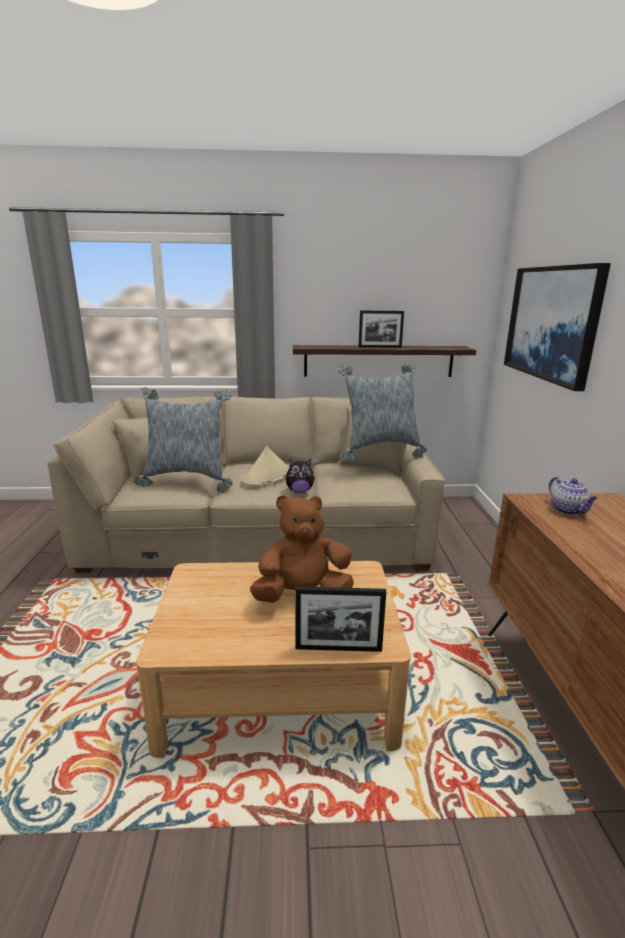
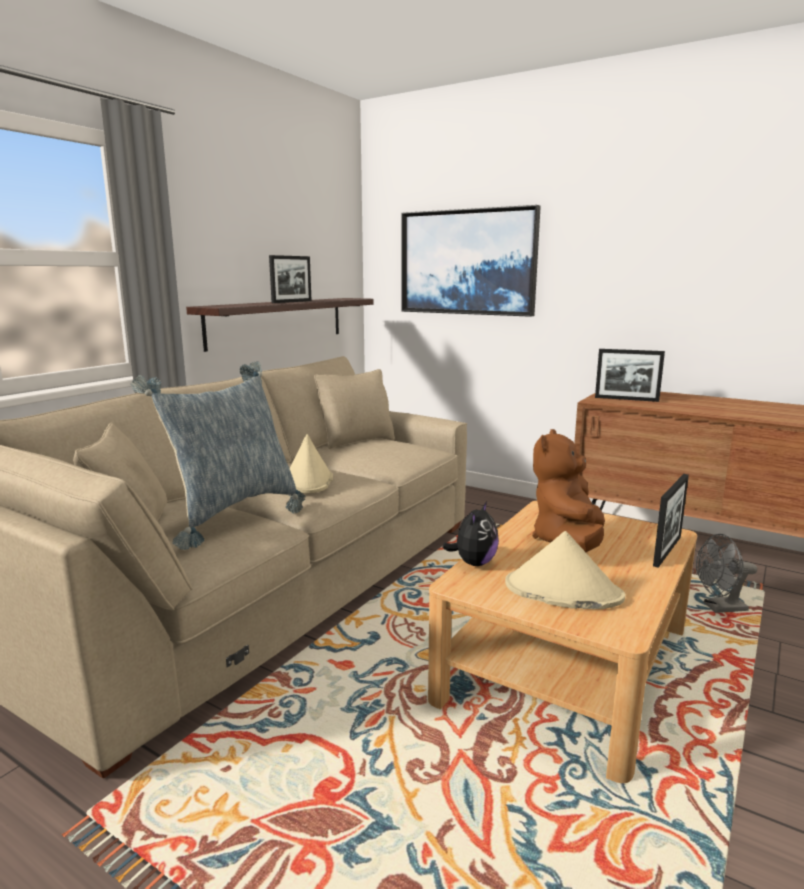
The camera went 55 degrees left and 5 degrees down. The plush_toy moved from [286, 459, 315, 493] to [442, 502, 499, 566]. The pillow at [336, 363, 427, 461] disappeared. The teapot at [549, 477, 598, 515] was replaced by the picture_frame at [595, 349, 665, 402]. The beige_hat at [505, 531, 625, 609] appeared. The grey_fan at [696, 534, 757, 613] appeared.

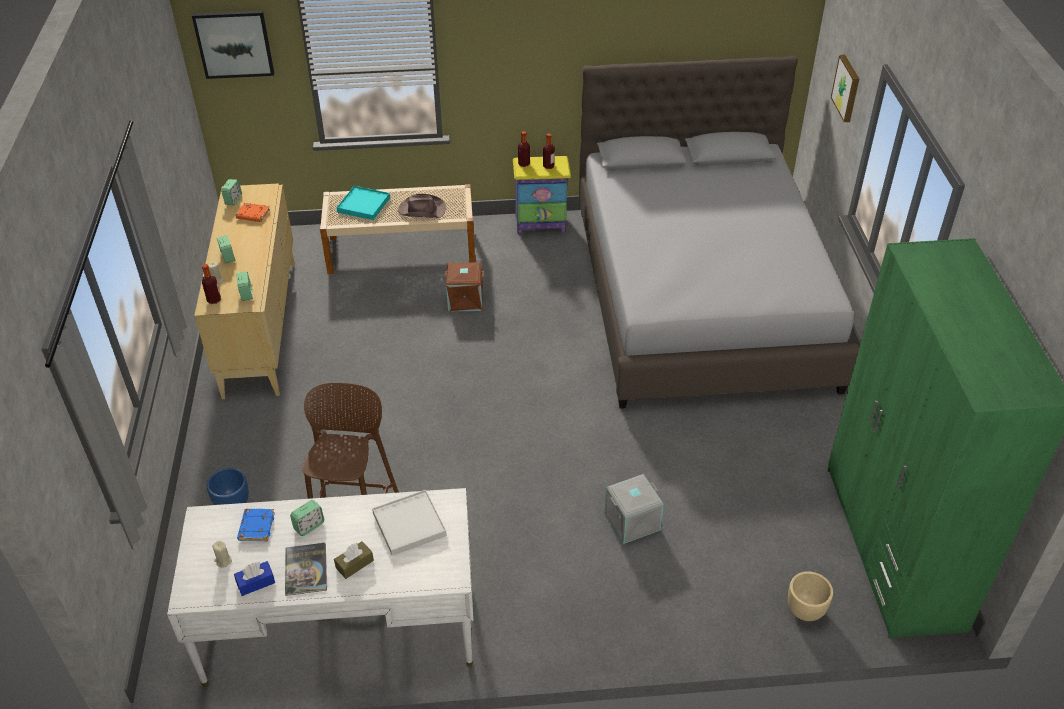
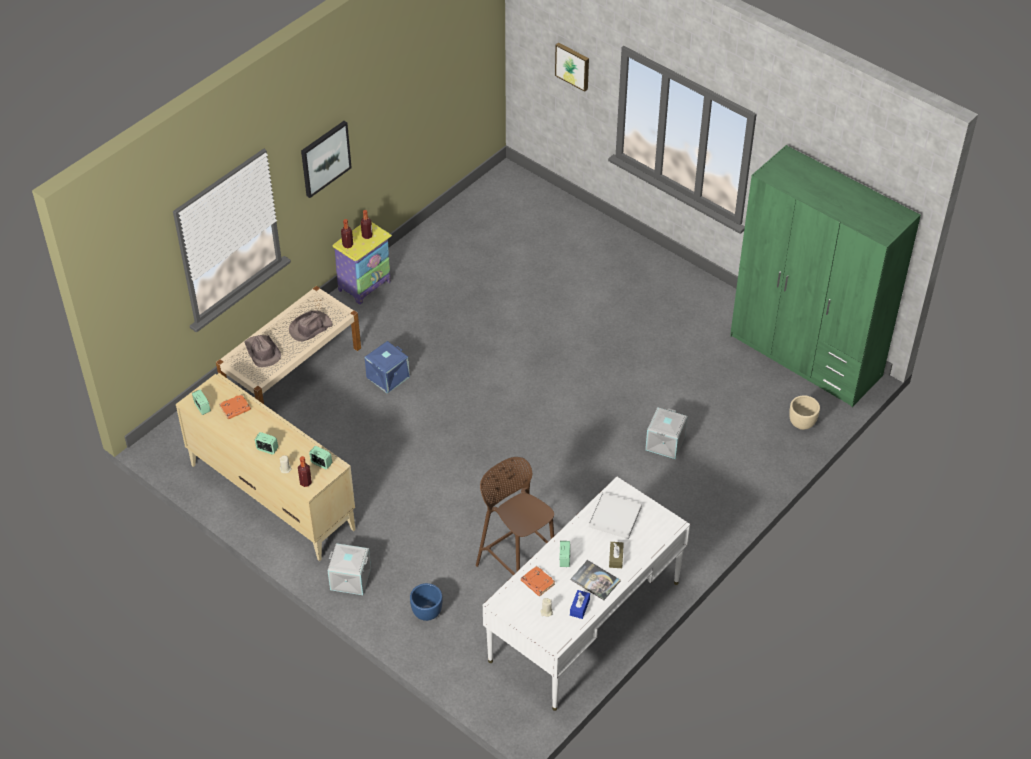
The camera went 45 degrees left and 5 degrees up. The picture moved from [192, 10, 274, 79] to [301, 121, 352, 198]. The blue_book at [237, 509, 275, 541] became the orange_book at [521, 566, 555, 596]. The turquoise_tray at [336, 186, 390, 220] was replaced by the brown_hat at [244, 335, 281, 367]. The brown_storage_box at [444, 262, 484, 311] became the blue_storage_box at [365, 341, 410, 393]. The grey_bed at [579, 56, 860, 409] disappeared. The grey_storage_box at [327, 543, 371, 595] appeared.

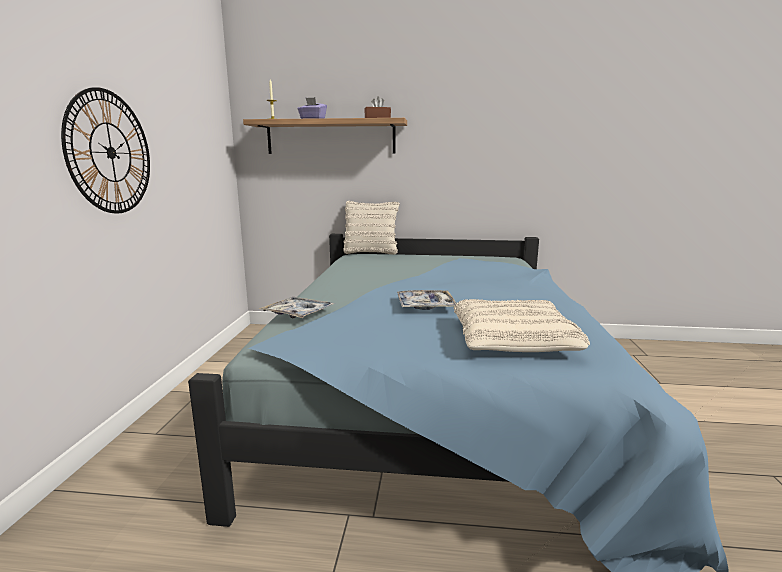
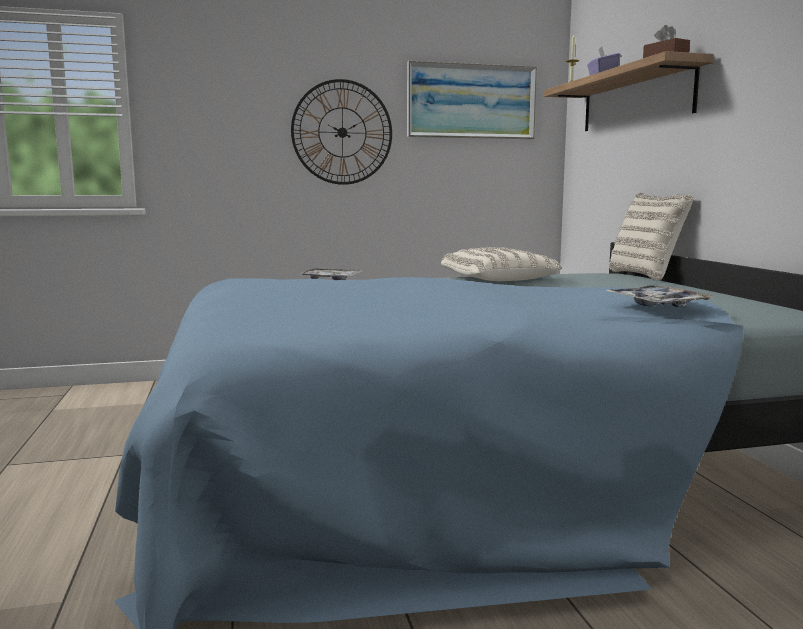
The camera went 70 degrees right and 5 degrees down. The tray moved from [397, 290, 456, 310] to [606, 285, 714, 307]. The beige_pillow moved from [453, 299, 590, 352] to [441, 247, 561, 281]. The picture at [407, 61, 537, 139] appeared.

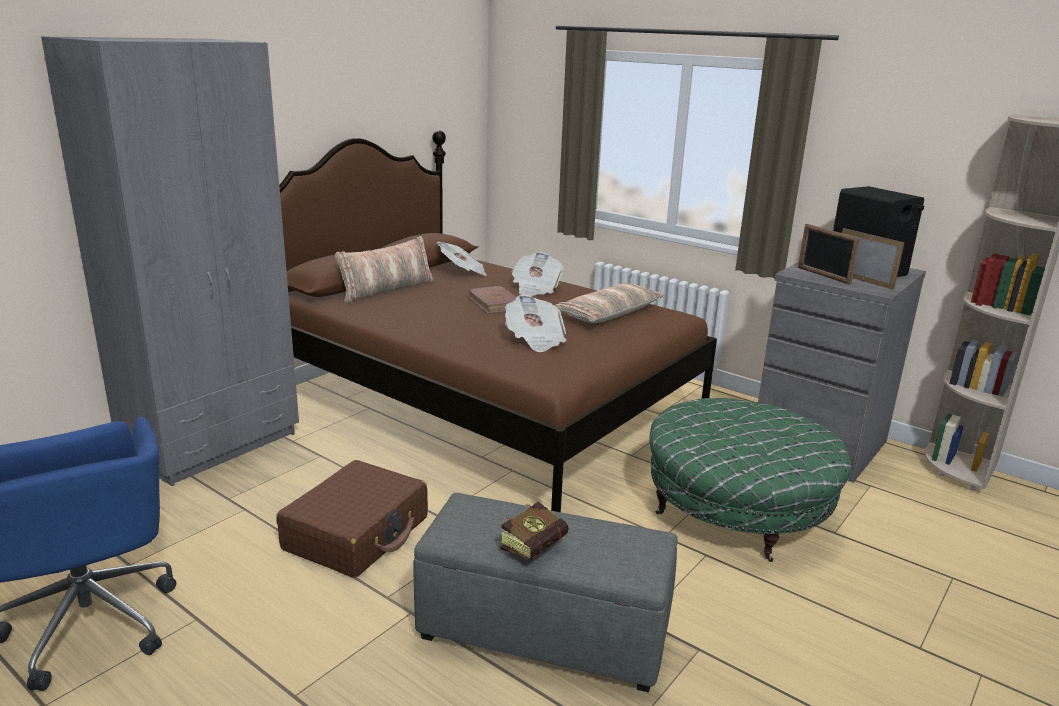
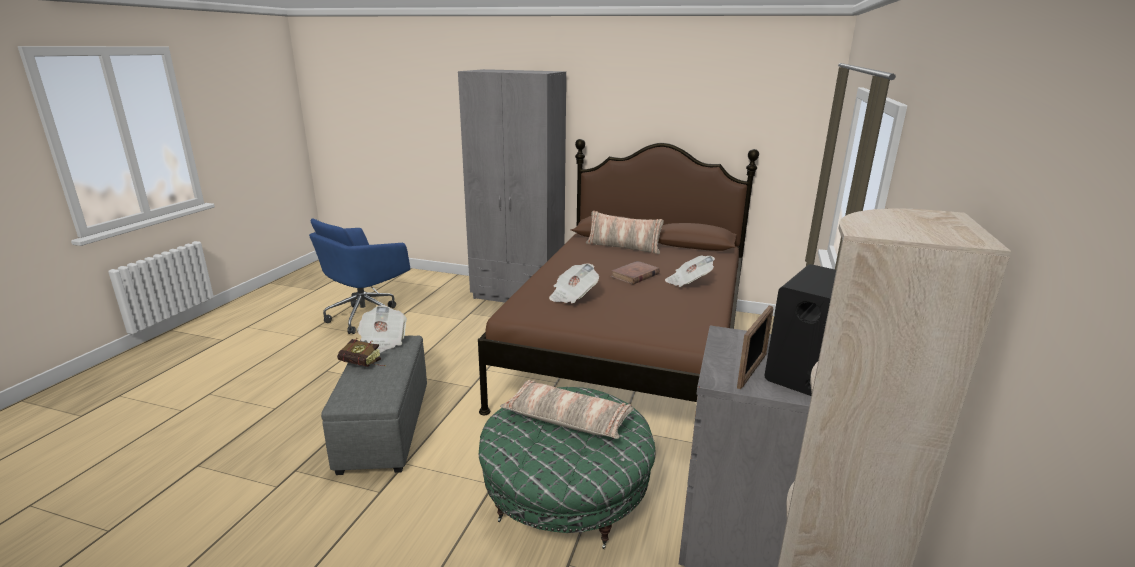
The camera went 70 degrees right and 0 degrees up. The brown_suitcase at [276, 460, 428, 578] disappeared. The newspaper moved from [437, 242, 487, 276] to [357, 305, 407, 353]. The pillow moved from [555, 283, 664, 323] to [500, 380, 634, 439]. The picture_frame at [798, 224, 860, 285] disappeared.

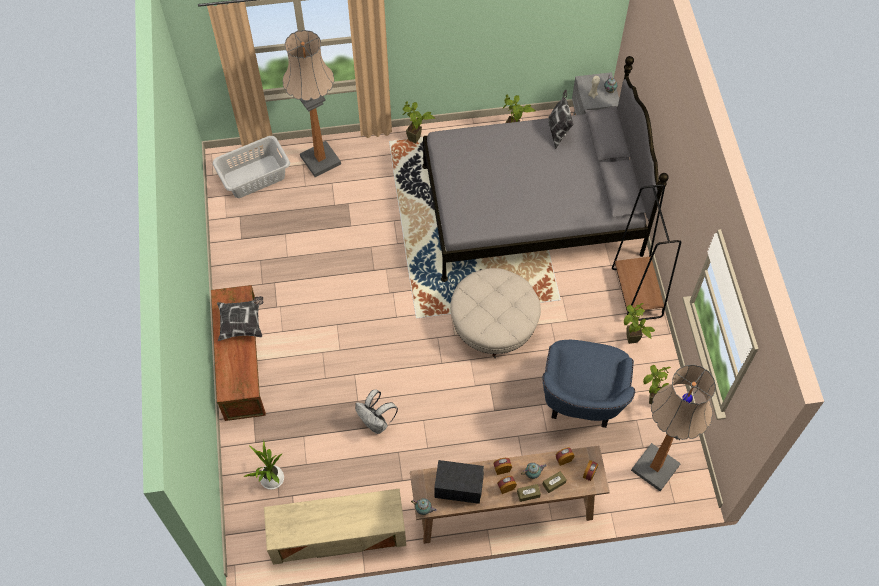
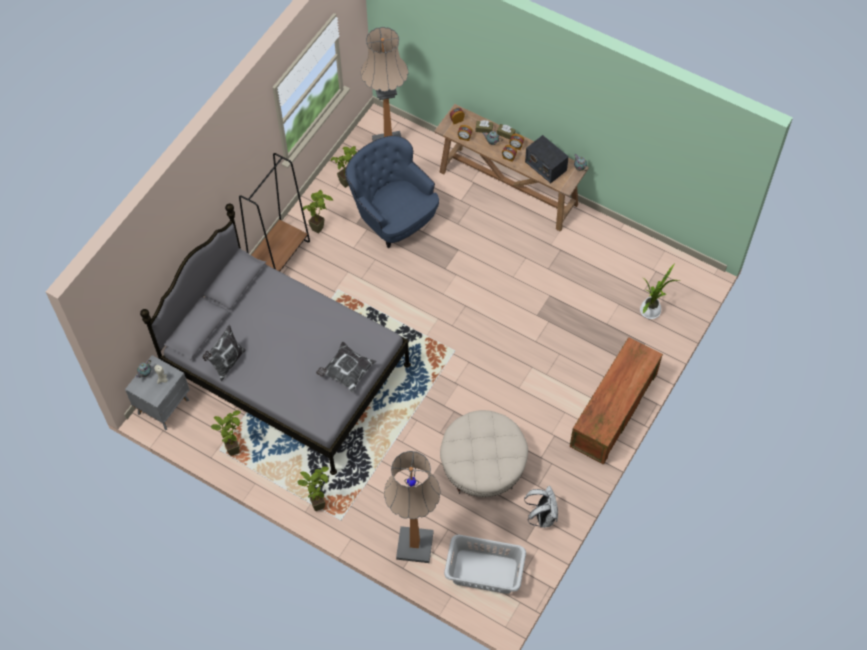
The camera went 140 degrees left and 0 degrees up. The pillow moved from [217, 296, 263, 341] to [316, 342, 377, 393]. The beige_bench at [264, 489, 406, 565] disappeared. The white_backpack moved from [355, 390, 398, 434] to [524, 486, 558, 528]. The beige_ottoman moved from [450, 268, 541, 359] to [440, 410, 528, 497]. The blue_armchair at [543, 340, 635, 428] turned 90 degrees counterclockwise.

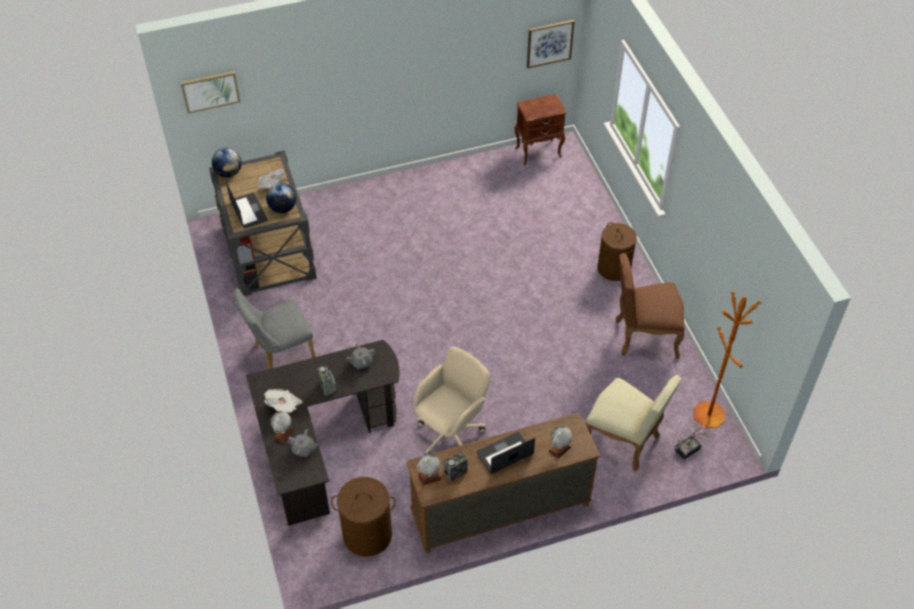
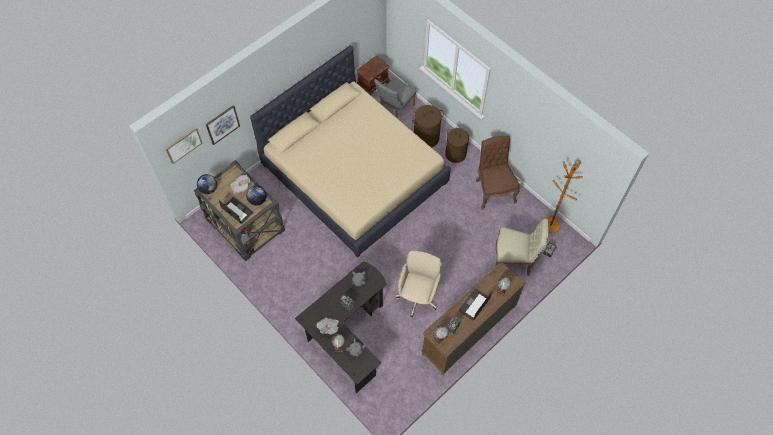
The camera went 25 degrees left and 10 degrees up. The grey_chair moved from [234, 288, 315, 369] to [374, 77, 416, 119]. The brown_laundry_basket moved from [331, 477, 396, 557] to [412, 105, 444, 148]. The picture moved from [527, 20, 575, 68] to [206, 105, 240, 145]. The brown_chair at [616, 253, 685, 359] turned 105 degrees clockwise. The beige_bed at [250, 46, 451, 258] appeared.

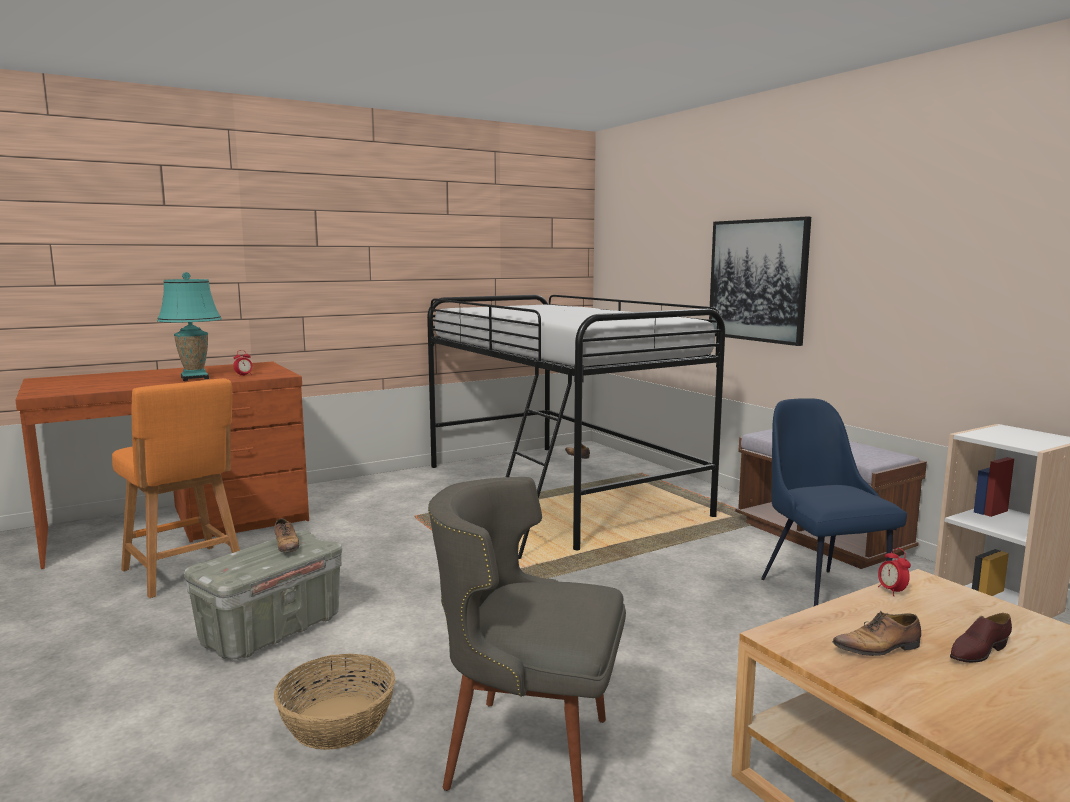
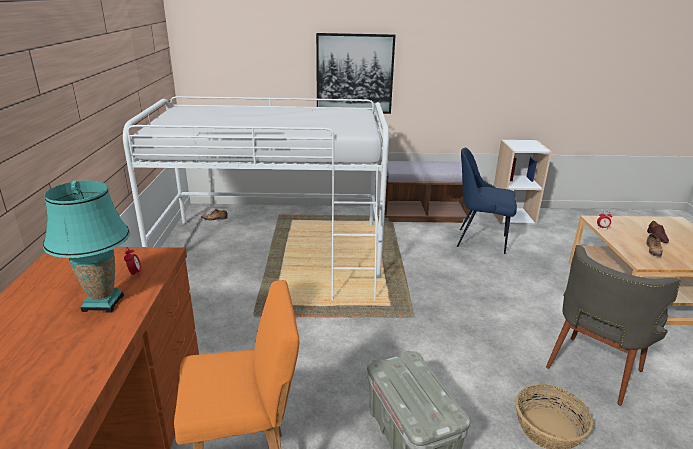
The camera went 60 degrees left and 15 degrees up. The shoe at [274, 518, 299, 553] disappeared. The black_bed at [427, 295, 725, 559] became the white_bed at [123, 96, 389, 301].

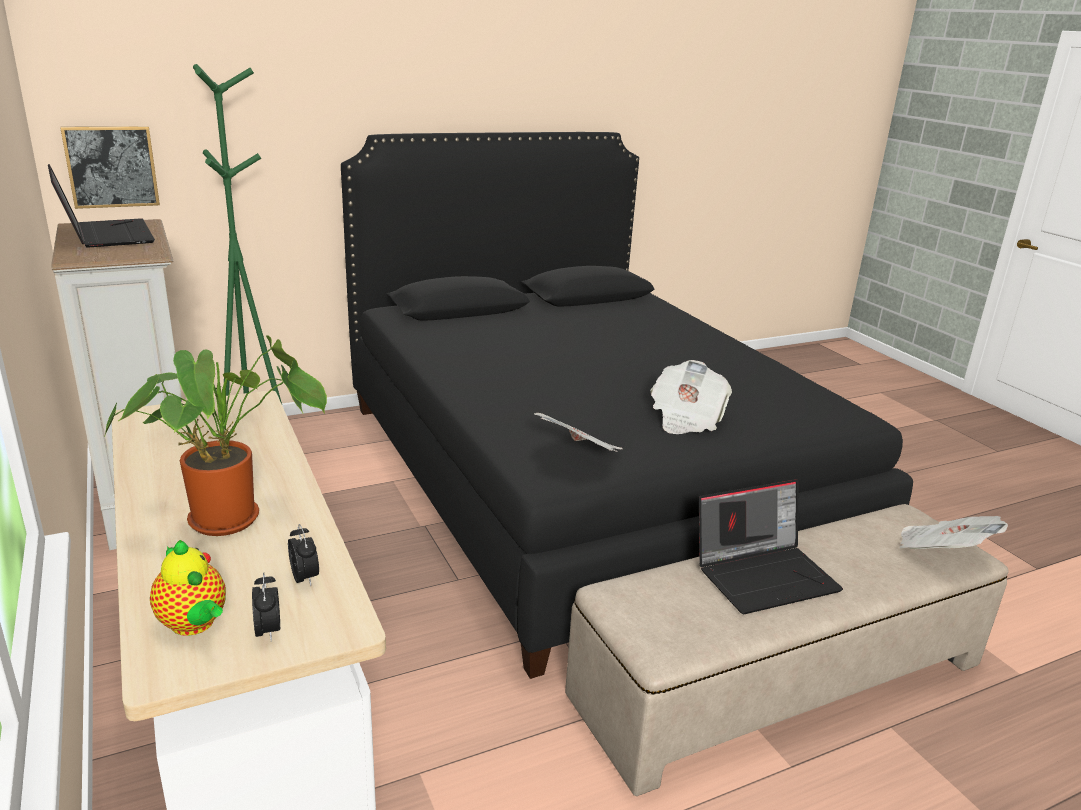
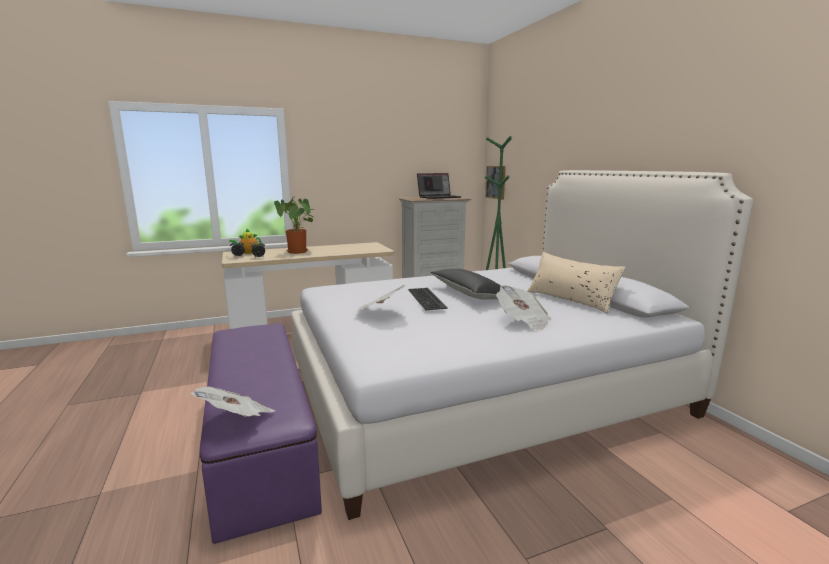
The camera went 95 degrees right and 10 degrees down. The black_bed at [341, 132, 913, 679] became the white_bed at [291, 170, 753, 520]. The newspaper moved from [534, 413, 623, 452] to [496, 285, 552, 331]. The beige_bench at [565, 504, 1009, 796] became the purple_bench at [200, 323, 322, 544]. The laptop at [699, 479, 843, 614] disappeared. The keyboard at [408, 288, 448, 310] appeared. The black_pillow at [430, 269, 501, 300] appeared. The beige_pillow at [527, 252, 626, 314] appeared.

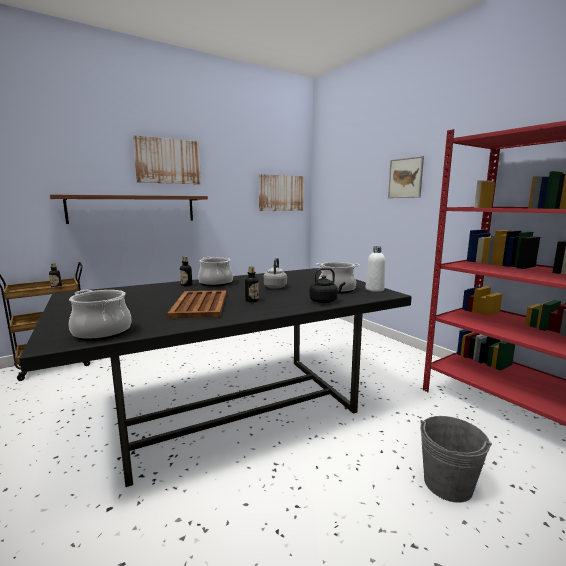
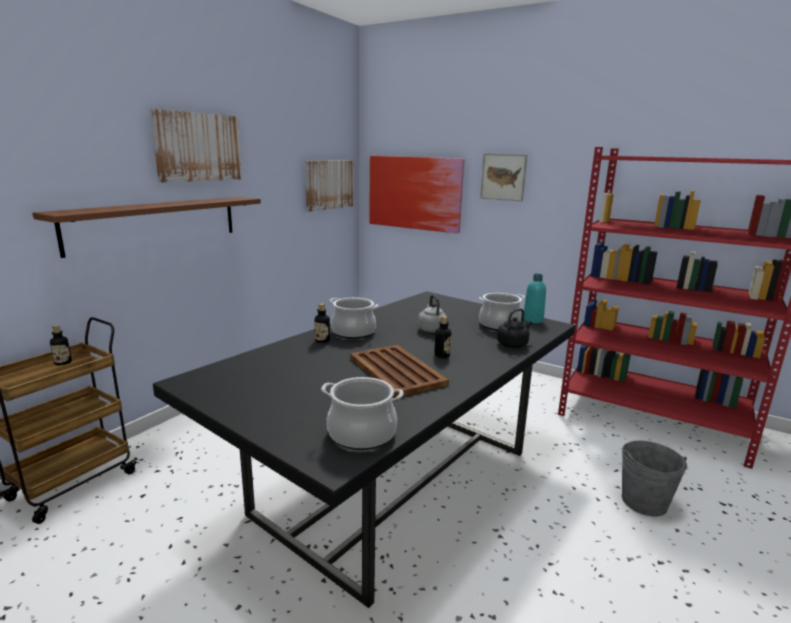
The camera went 25 degrees left and 5 degrees up. The white_bottle at [365, 246, 385, 292] became the turquoise_bottle at [524, 274, 546, 323]. The picture at [369, 156, 464, 234] appeared.

